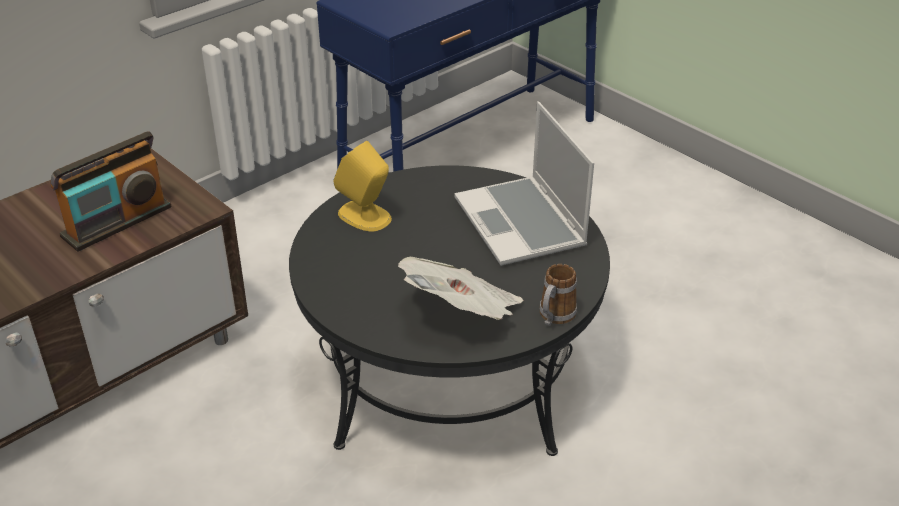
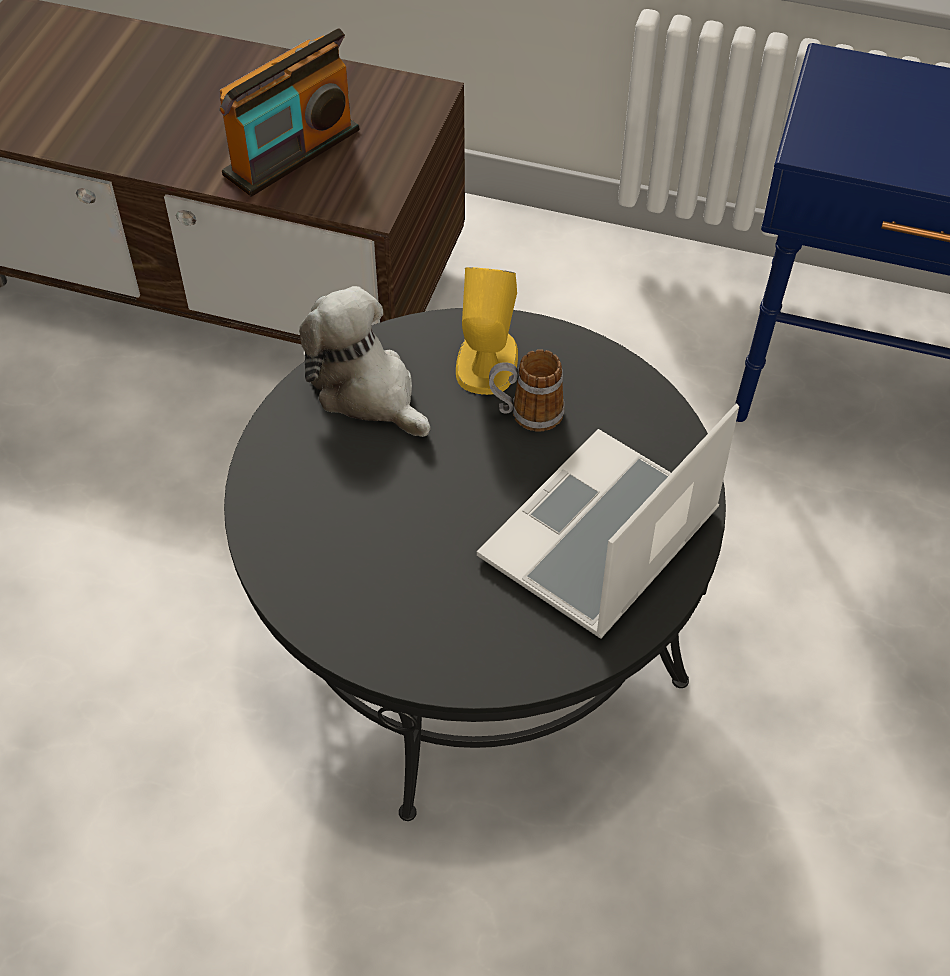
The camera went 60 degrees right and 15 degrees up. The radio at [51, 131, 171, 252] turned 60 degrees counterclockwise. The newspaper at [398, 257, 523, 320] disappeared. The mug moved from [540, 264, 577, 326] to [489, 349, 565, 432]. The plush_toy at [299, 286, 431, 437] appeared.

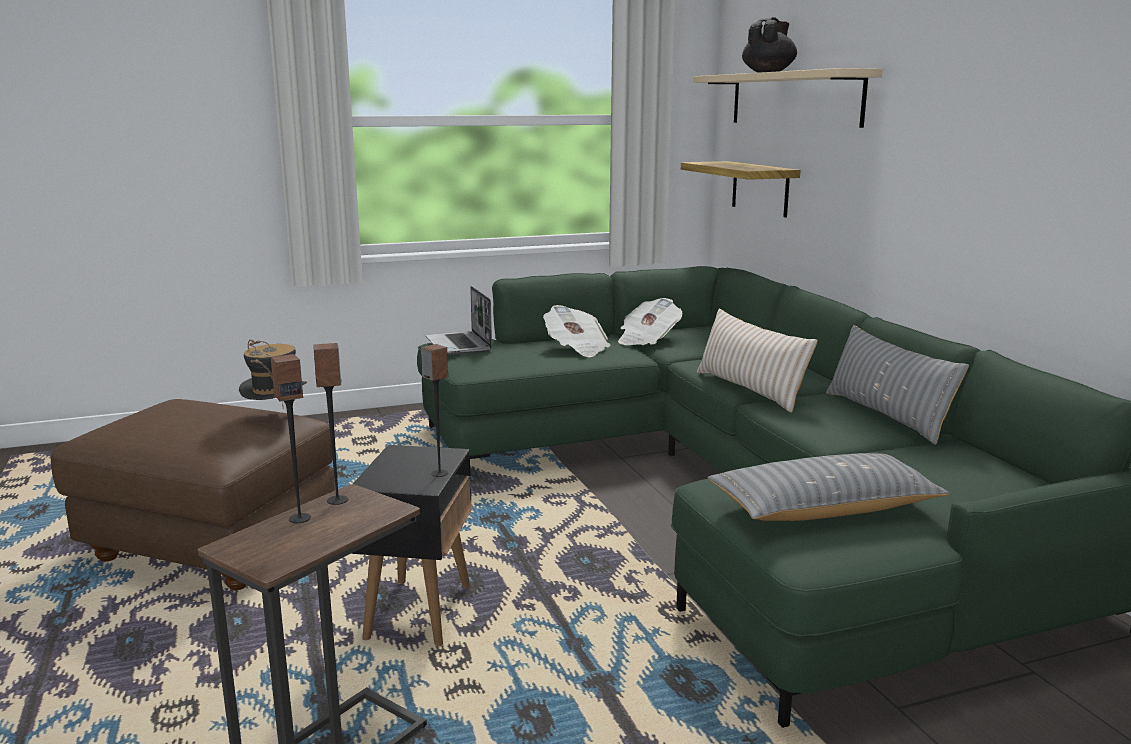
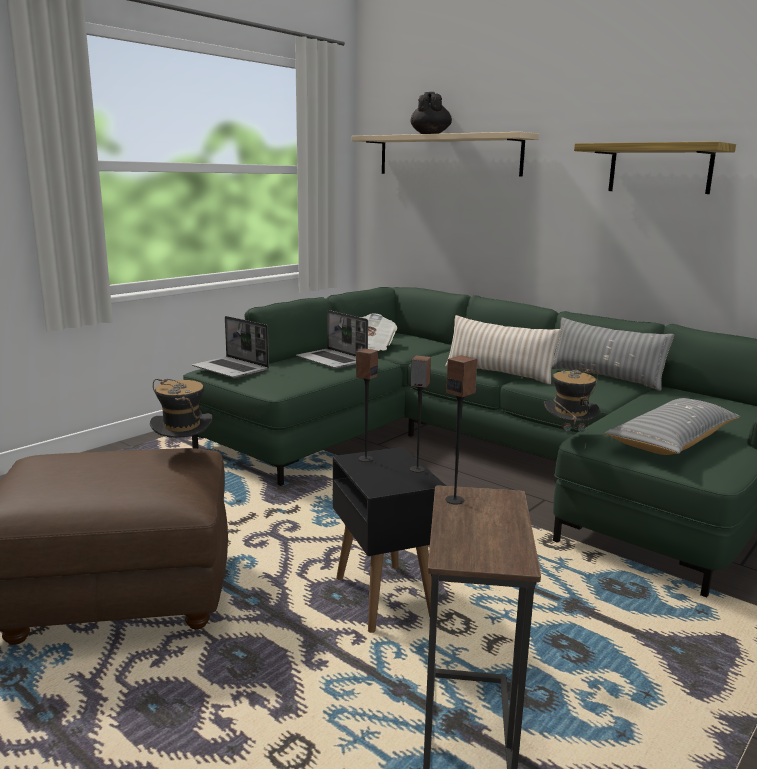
The camera went 30 degrees left and 0 degrees up. The speaker moved from [271, 354, 311, 523] to [356, 348, 378, 462]. The newspaper at [543, 305, 611, 357] was replaced by the laptop at [296, 310, 368, 369]. The shelf moved from [681, 161, 801, 218] to [574, 141, 736, 194]. The hat at [544, 368, 600, 450] appeared.

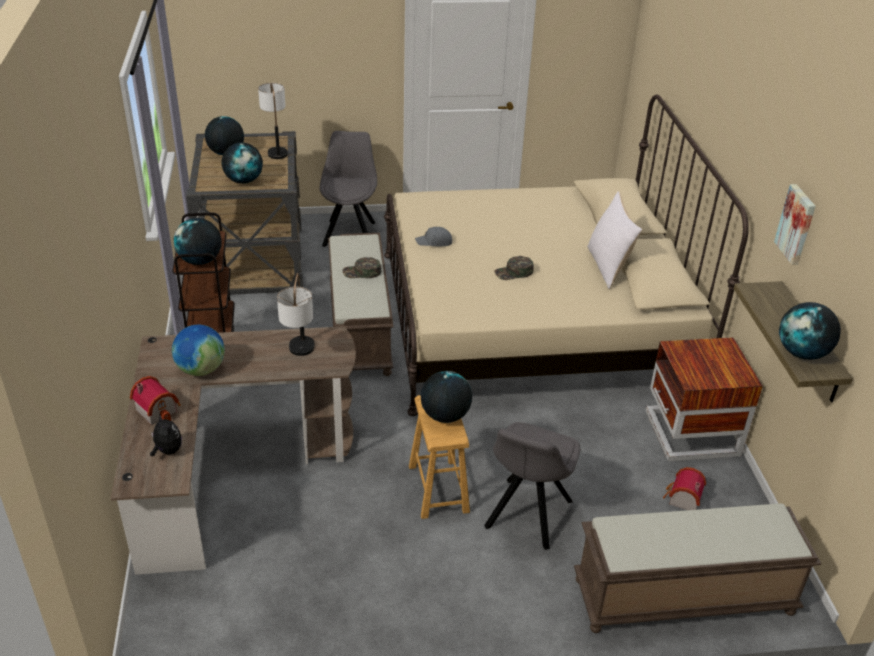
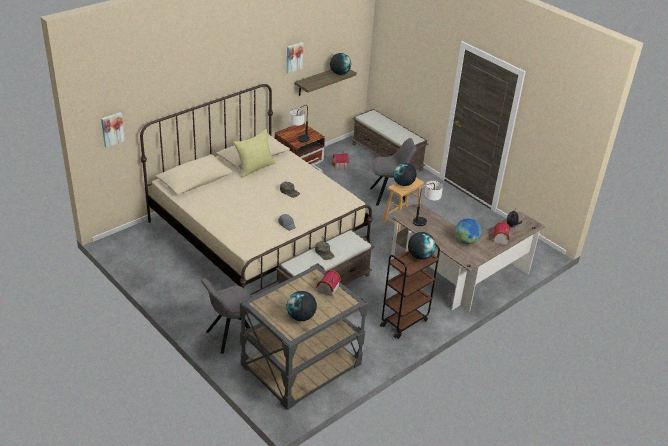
The camera went 125 degrees left and 0 degrees up. The globe at [221, 142, 263, 184] was replaced by the toy_house at [316, 270, 341, 296]. The table_lamp moved from [258, 83, 288, 159] to [290, 105, 310, 142]. The white_pillow at [587, 191, 642, 289] became the yellow_pillow at [233, 129, 276, 177]. The picture at [101, 112, 125, 148] appeared.

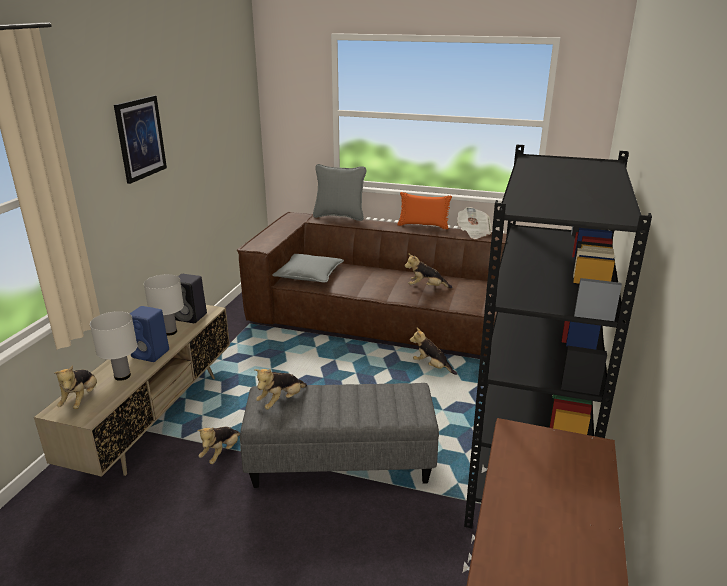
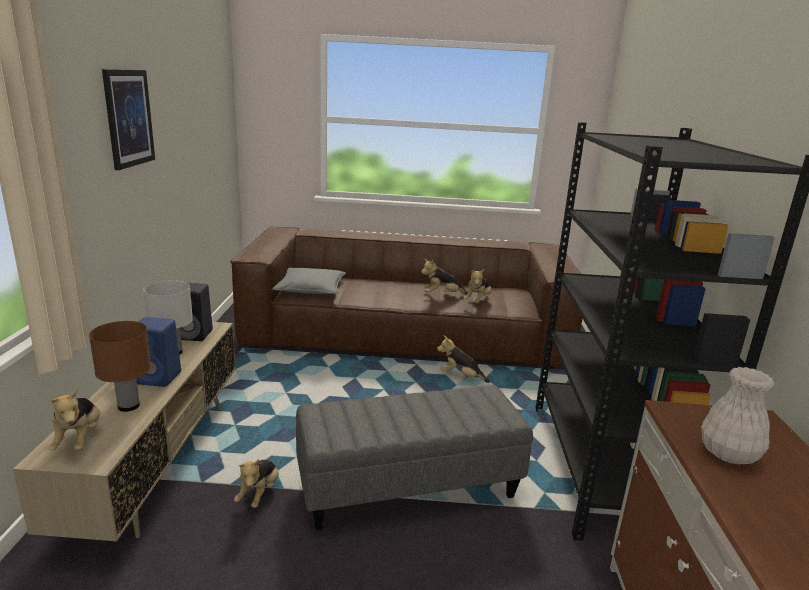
The camera went 15 degrees left and 5 degrees down. The white_table_lamp at [90, 311, 138, 381] became the brown_table_lamp at [89, 321, 151, 412]. The plush_toy moved from [254, 369, 307, 409] to [463, 269, 492, 303]. The grey_pillow at [313, 164, 367, 221] disappeared. The orange_pillow at [397, 192, 452, 230] disappeared. The newspaper at [457, 207, 491, 239] disappeared. The white_vase at [701, 367, 774, 465] appeared.

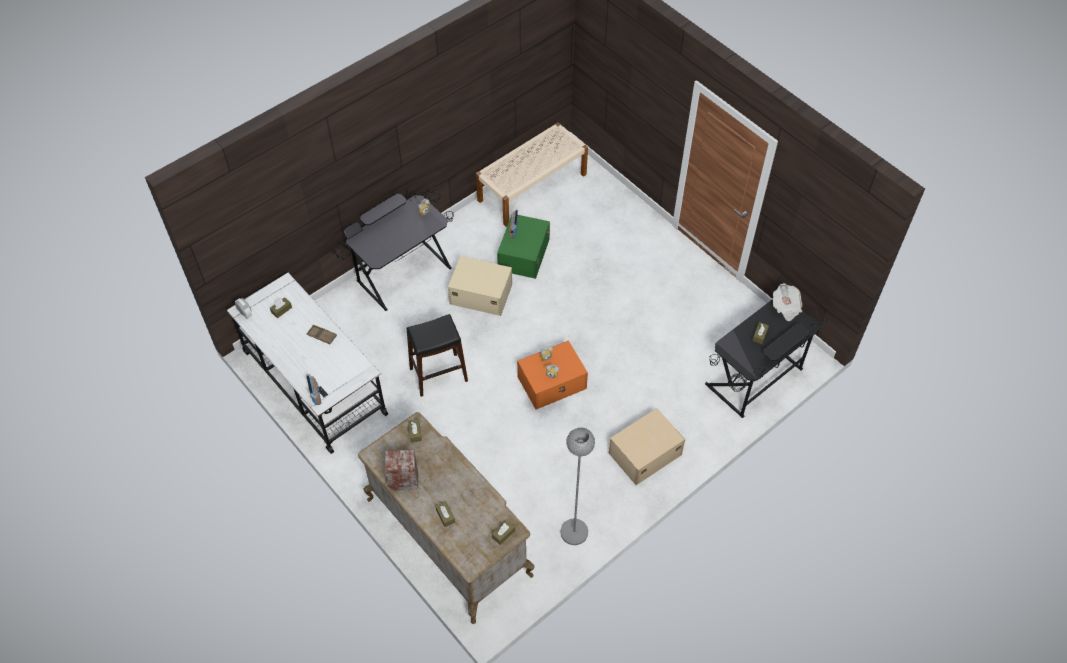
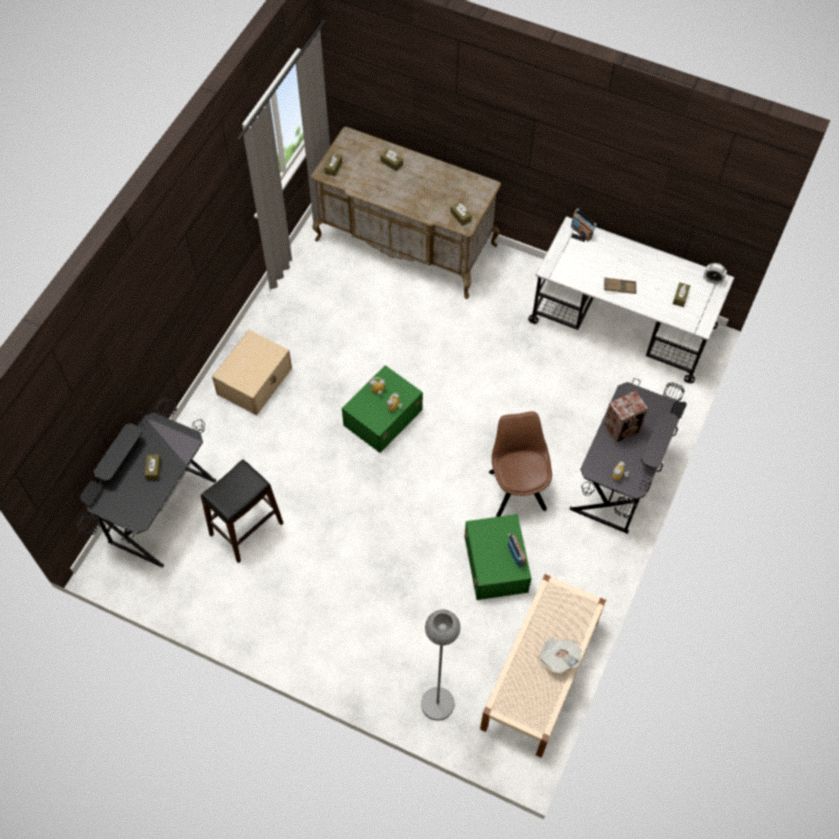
The camera went 155 degrees right and 5 degrees up. The speaker moved from [385, 449, 418, 491] to [603, 391, 648, 444]. The black_stool moved from [406, 314, 468, 397] to [200, 459, 283, 563]. The beige_storage_box at [448, 256, 512, 316] was replaced by the brown_chair at [489, 411, 552, 517]. The orange_storage_box at [517, 340, 588, 410] became the green_storage_box at [342, 365, 423, 453]. The grey_floor_lamp moved from [561, 428, 595, 545] to [421, 610, 460, 721]. The newspaper moved from [773, 283, 802, 321] to [538, 637, 582, 673].

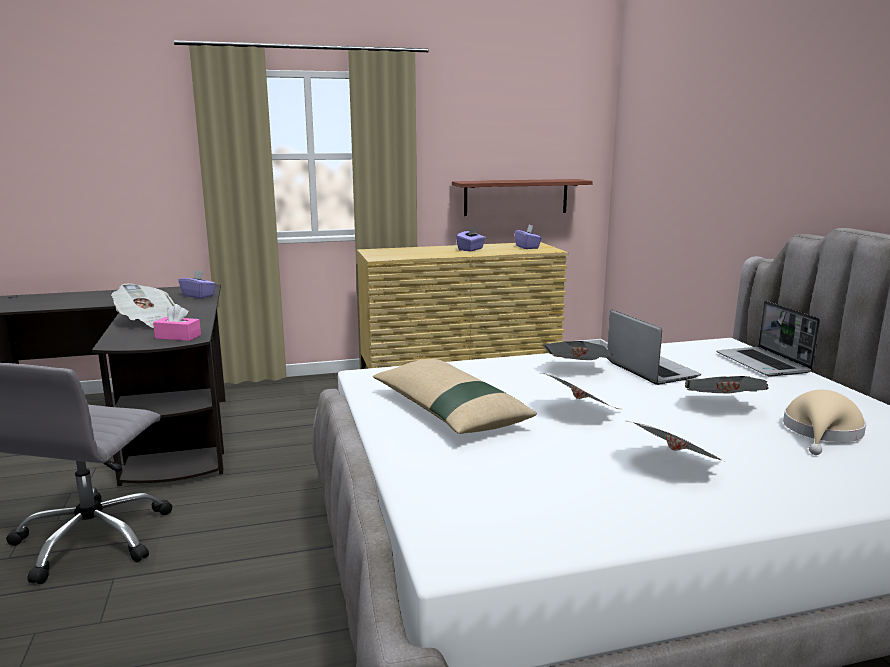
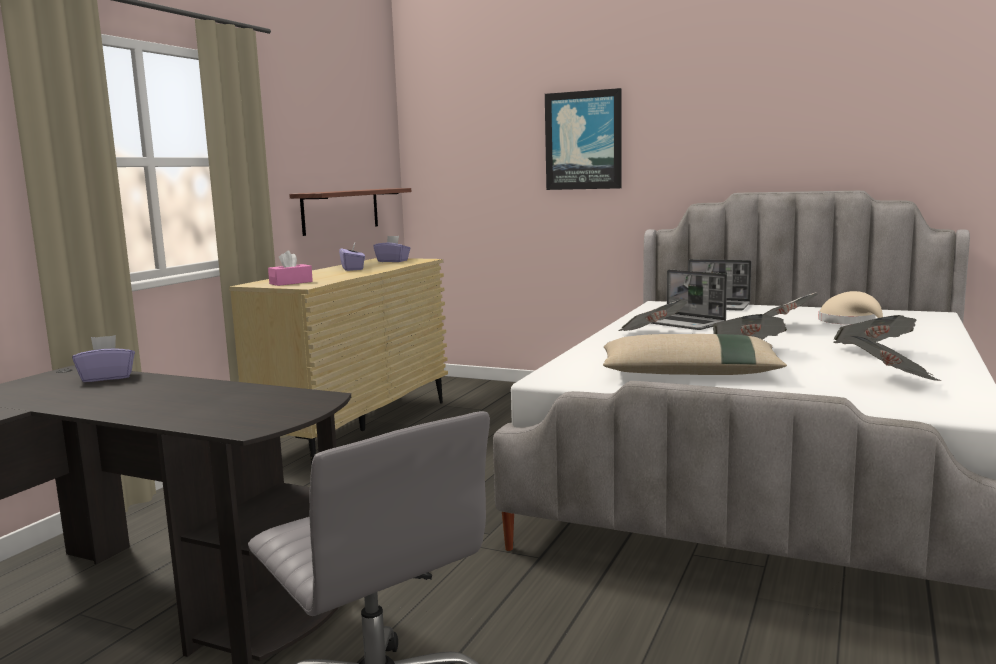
The camera went 50 degrees left and 5 degrees down. The newspaper moved from [111, 283, 175, 328] to [843, 336, 942, 381]. The pink_tissue_box moved from [153, 304, 201, 341] to [268, 251, 313, 286]. The laptop at [607, 309, 701, 385] turned 150 degrees counterclockwise. The picture at [545, 88, 622, 190] appeared.

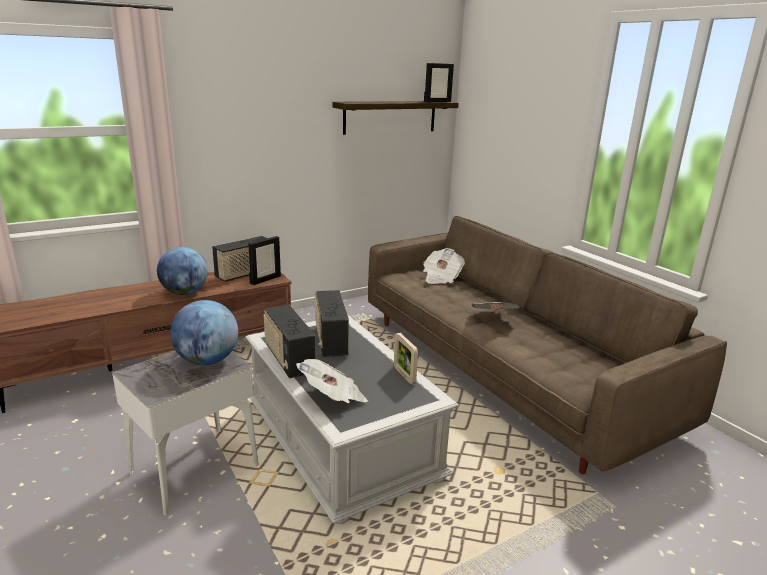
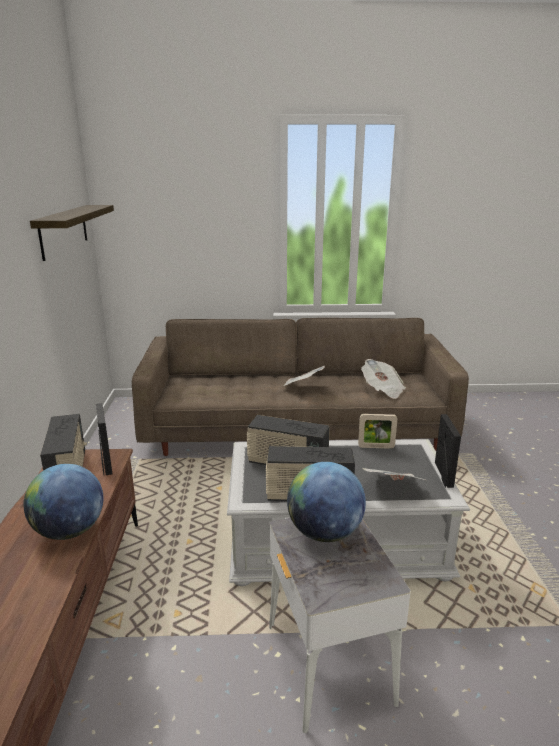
The camera went 60 degrees left and 0 degrees up. The newspaper moved from [423, 248, 465, 284] to [361, 359, 406, 399]. The picture_frame moved from [424, 63, 454, 102] to [435, 414, 461, 488].

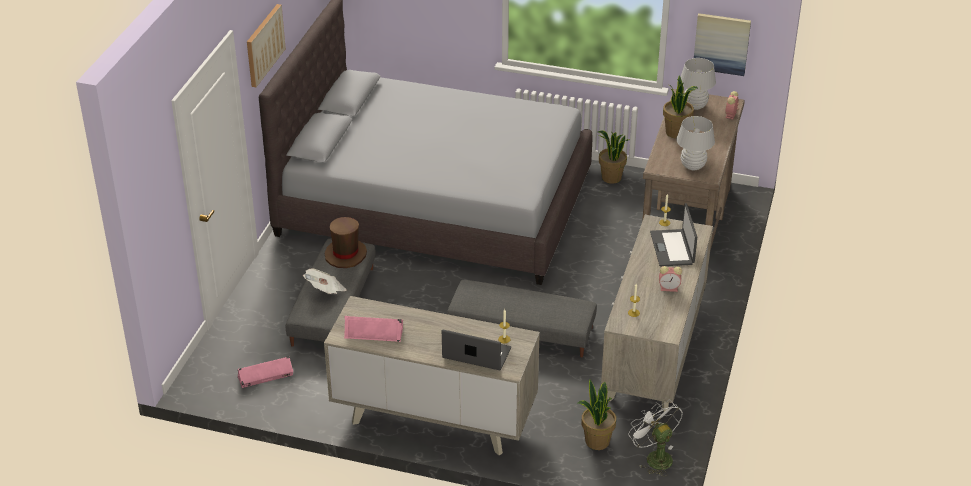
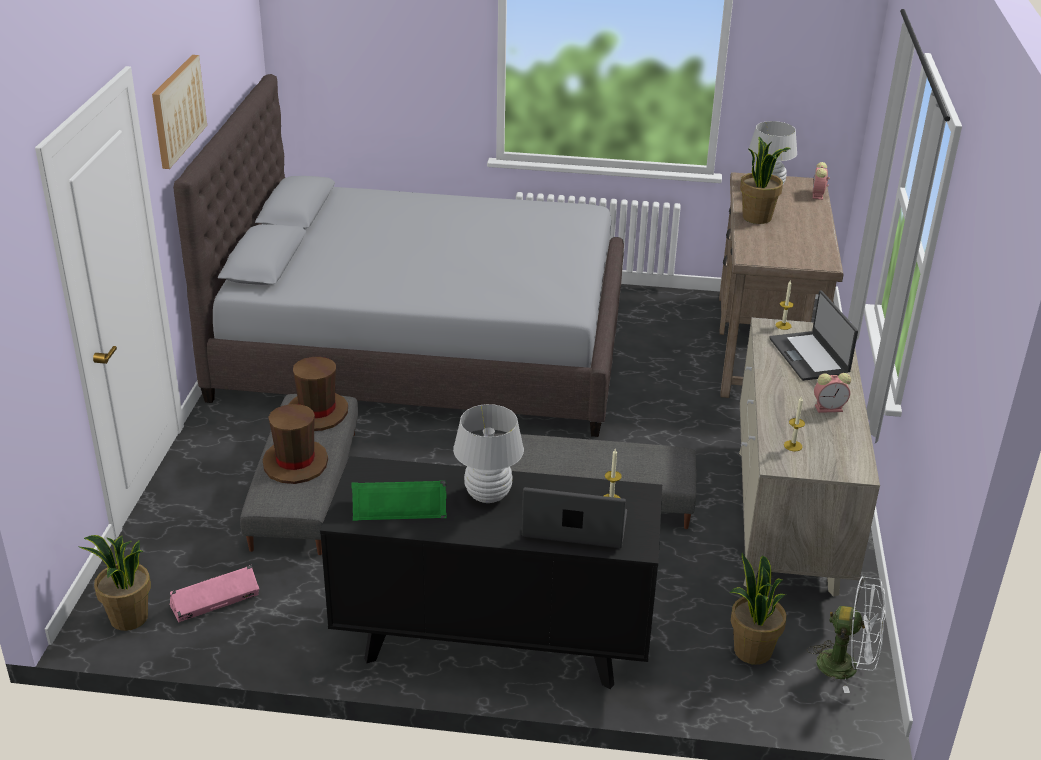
The camera went 10 degrees left and 5 degrees down. The newspaper at [303, 269, 347, 294] was replaced by the brown_hat at [262, 404, 328, 484]. The beige_dresser at [324, 296, 540, 455] became the black_dresser at [320, 456, 662, 689]. The pink_speaker at [344, 316, 403, 342] became the green_speaker at [352, 480, 447, 521]. The potted_plant moved from [598, 131, 629, 184] to [79, 535, 151, 631]. The white_fan at [628, 400, 683, 475] turned 150 degrees clockwise. The white_table_lamp moved from [676, 116, 715, 170] to [453, 404, 524, 503]. The picture at [694, 13, 751, 76] disappeared.

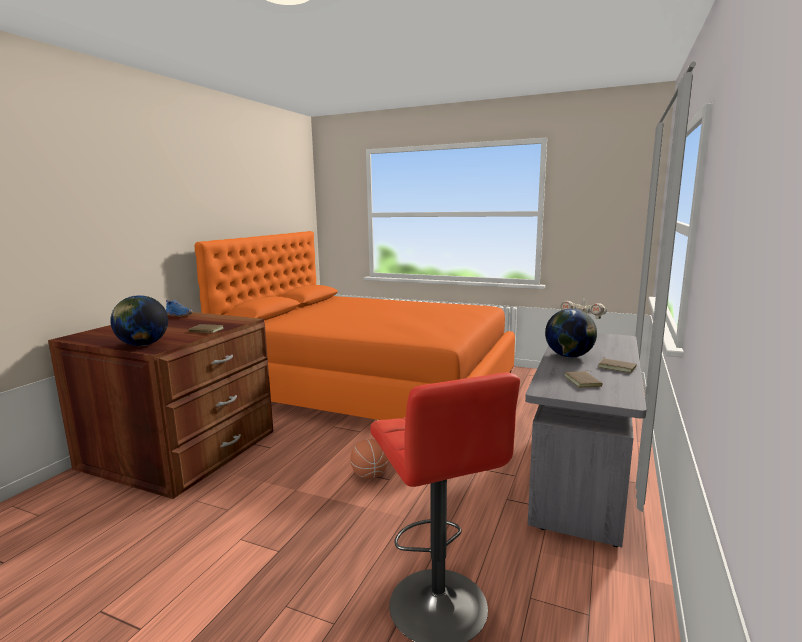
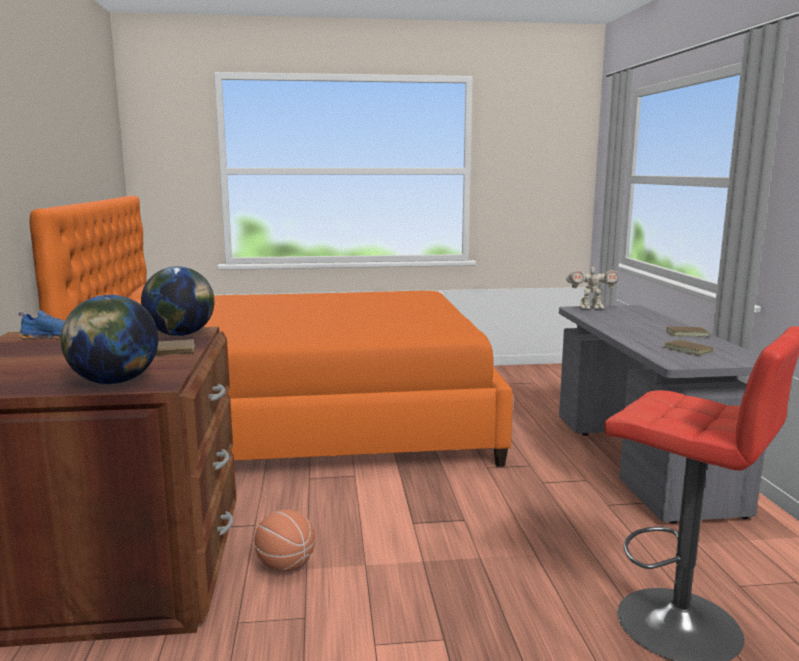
The camera went 30 degrees left and 0 degrees up. The basketball moved from [350, 439, 388, 479] to [254, 509, 315, 572]. The globe moved from [545, 309, 597, 357] to [141, 266, 214, 336].

